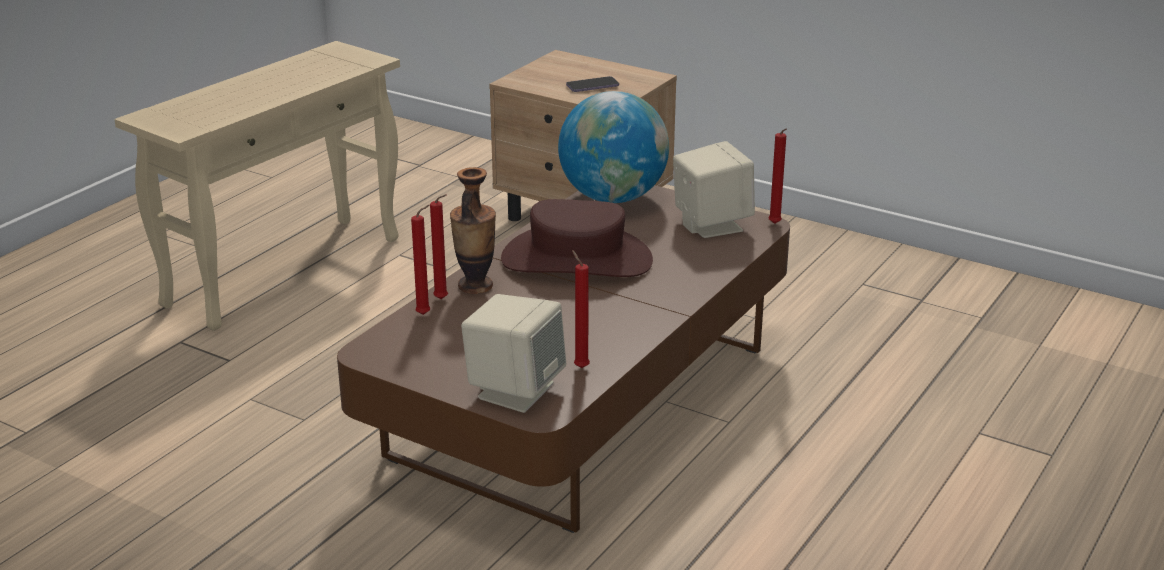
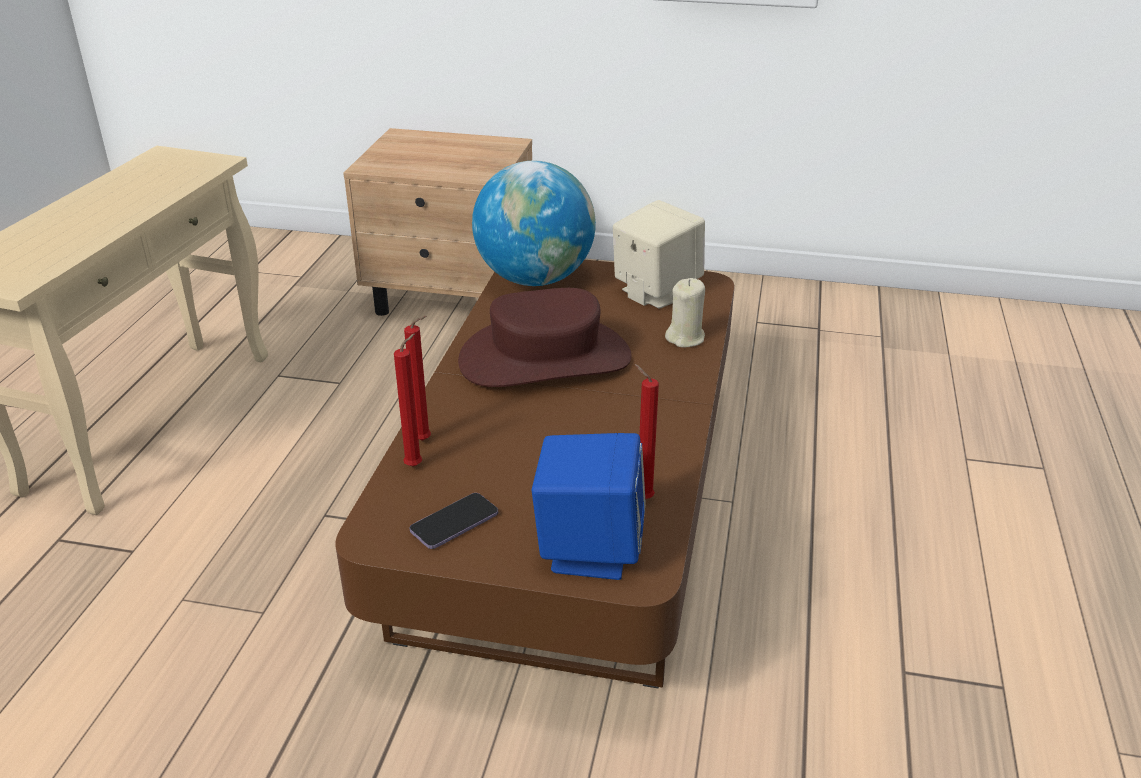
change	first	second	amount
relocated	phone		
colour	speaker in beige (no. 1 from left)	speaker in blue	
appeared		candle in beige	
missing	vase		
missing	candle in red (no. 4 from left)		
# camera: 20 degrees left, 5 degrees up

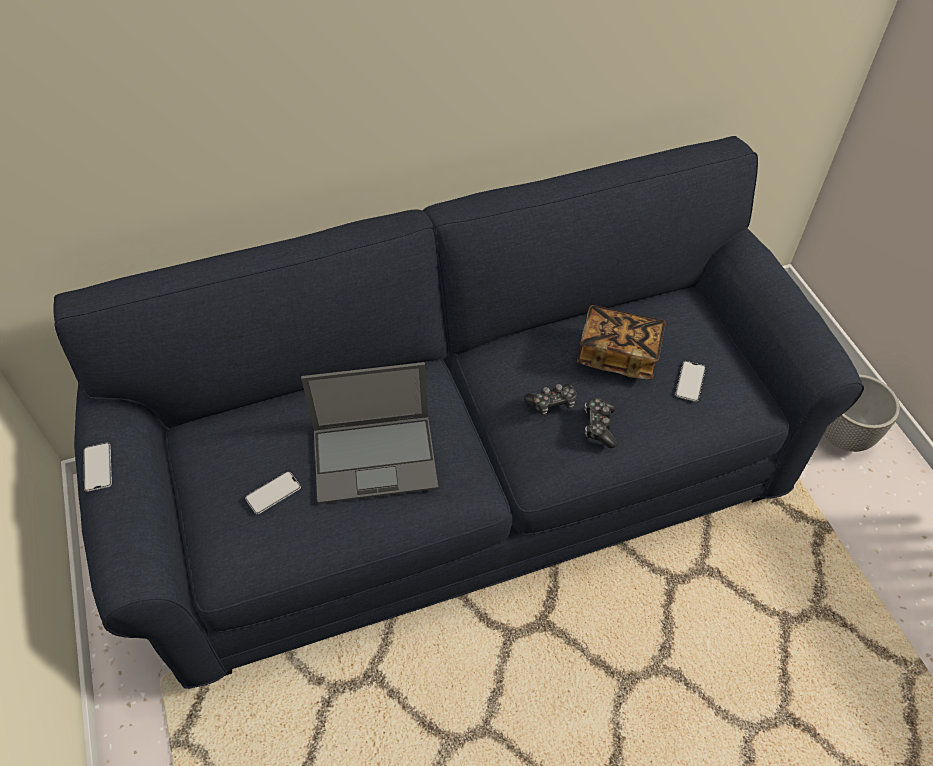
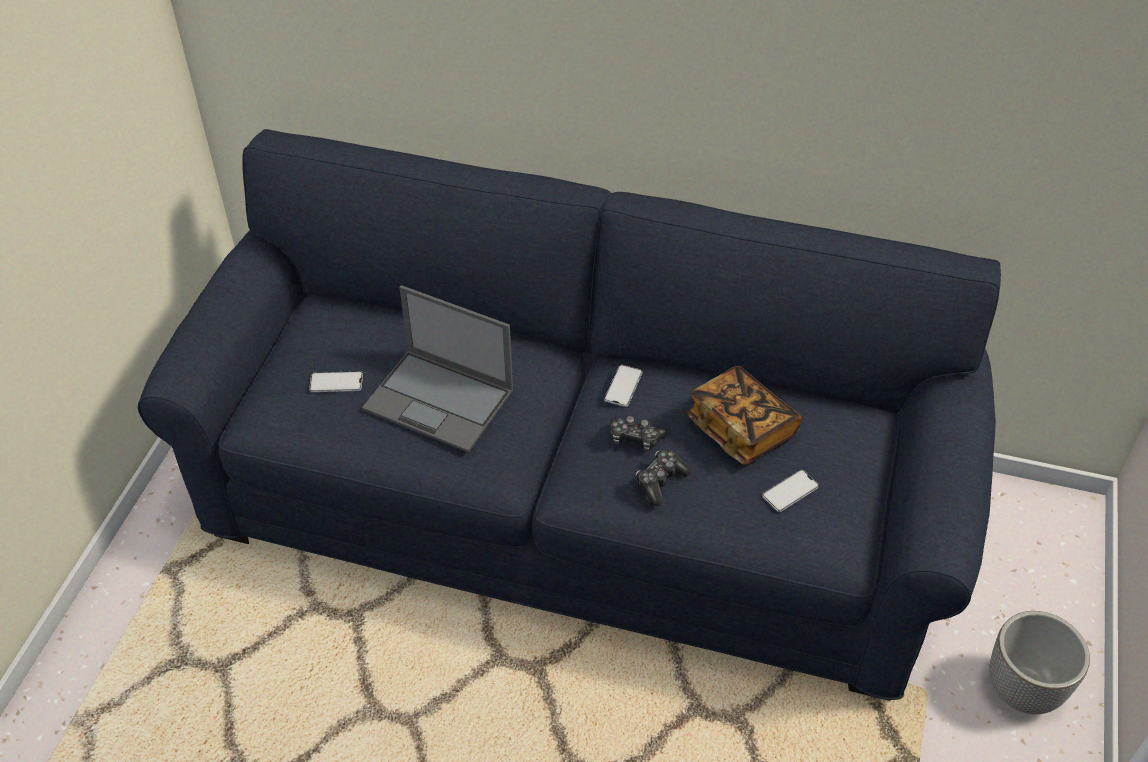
change	first	second	amount
relocated	phone (no. 1 from left in the first image)	phone (no. 2 from left)	
# camera: 35 degrees right, 5 degrees down

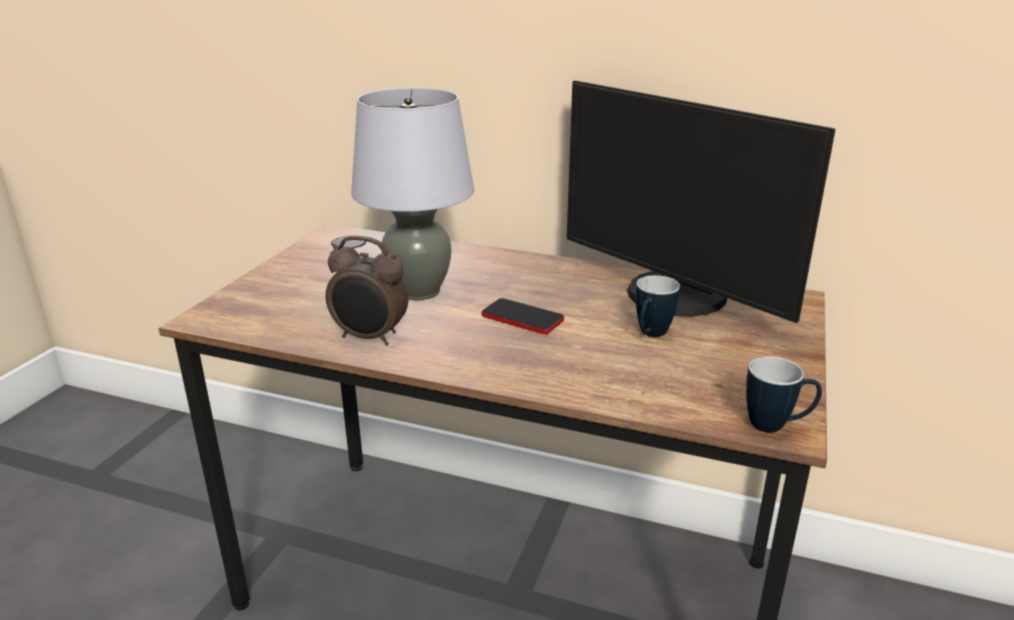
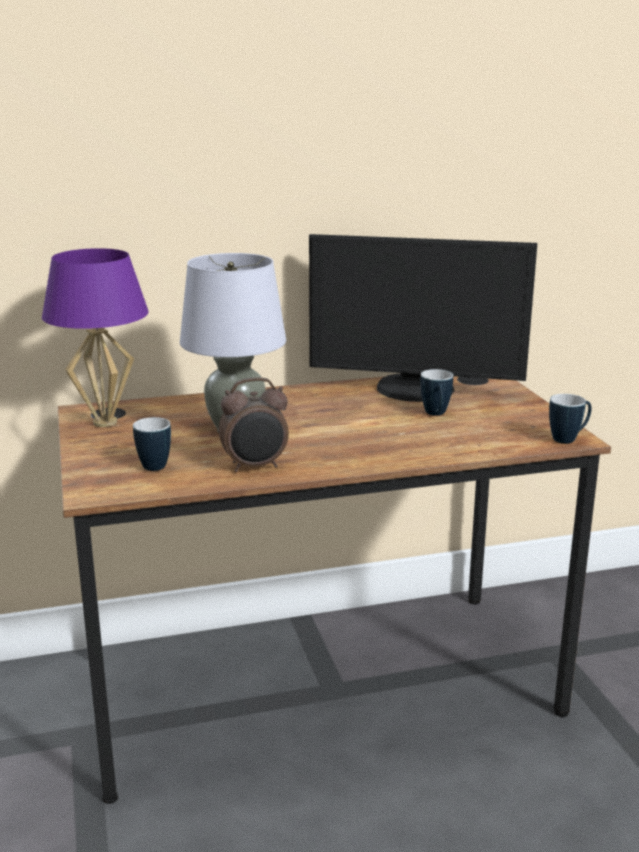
change	first	second	amount
appeared		table lamp in purple	
appeared		mug (no. 1 from left)	
missing	phone		
# camera: 35 degrees left, 5 degrees down

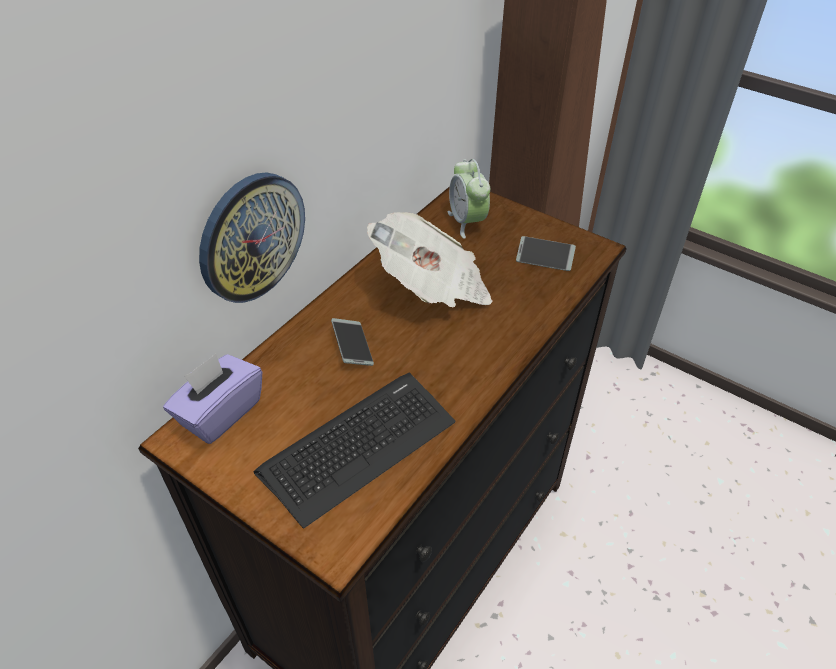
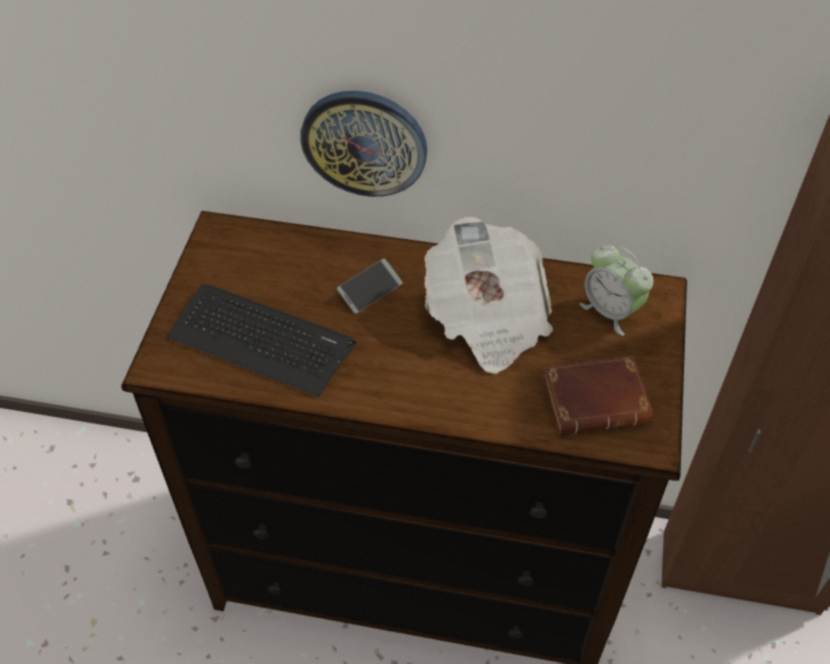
change	first	second	amount
exchanged	phone (no. 2 from left)	book in brown	
spun	alarm clock		90 degrees counterclockwise
missing	tissue box in purple		
# camera: 65 degrees right, 5 degrees up

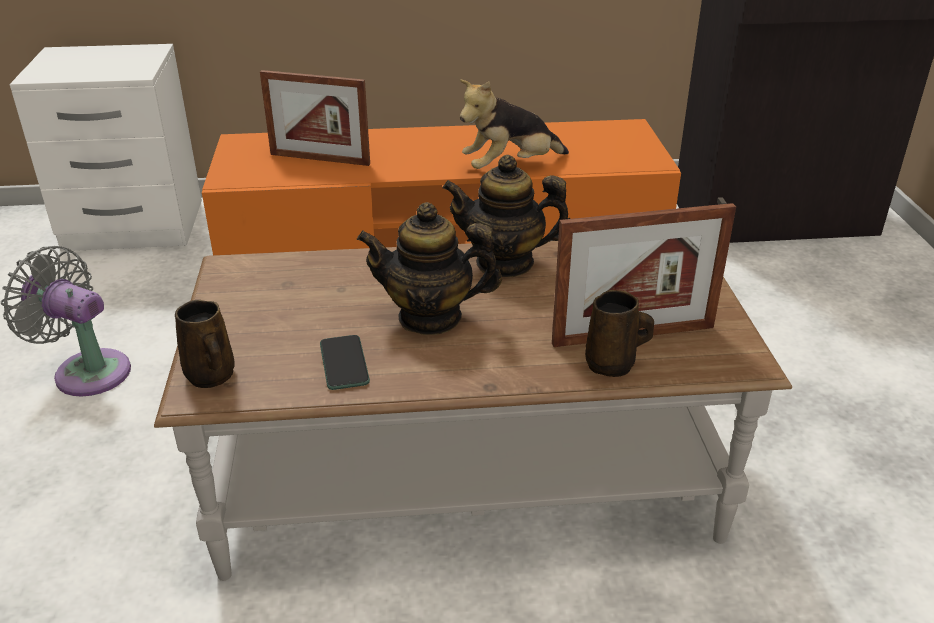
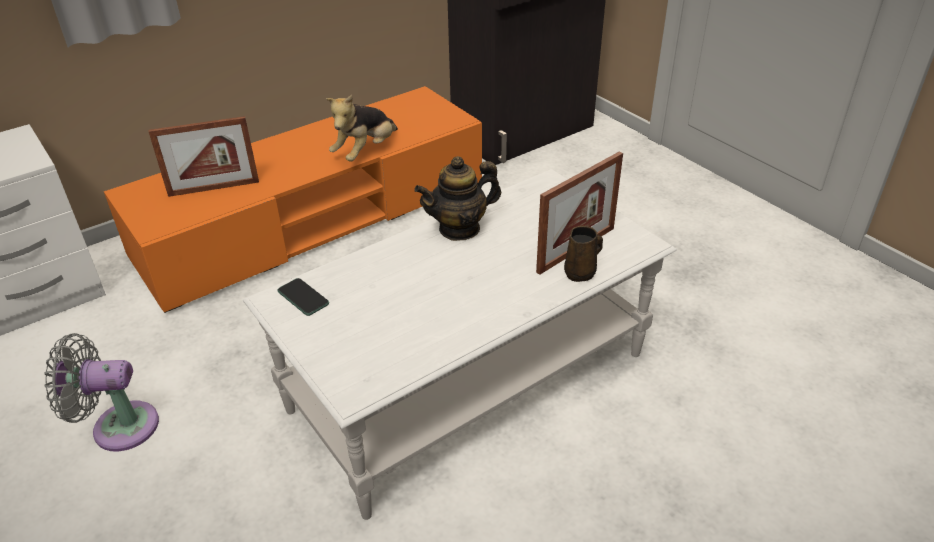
change	first	second	amount
colour	coffee table in brown	coffee table in white	
relocated	phone		
missing	mug in brown (no. 1 from left)		
missing	teapot (no. 1 from left)		
# camera: 30 degrees left, 5 degrees up

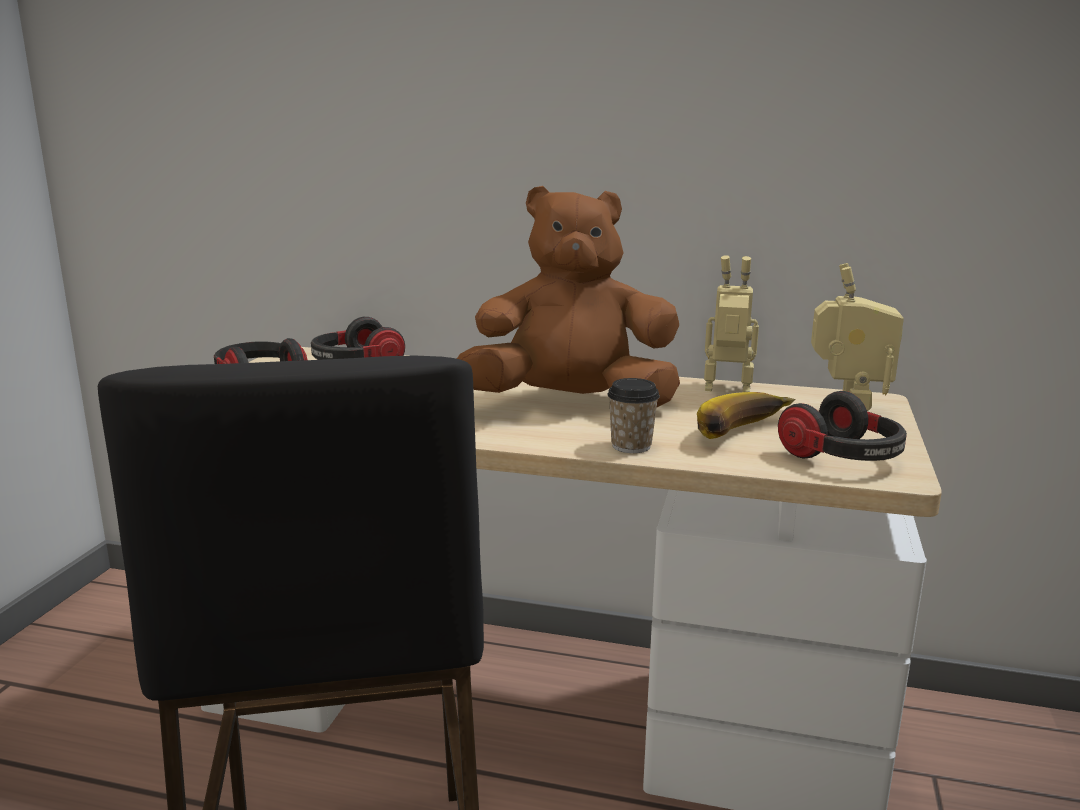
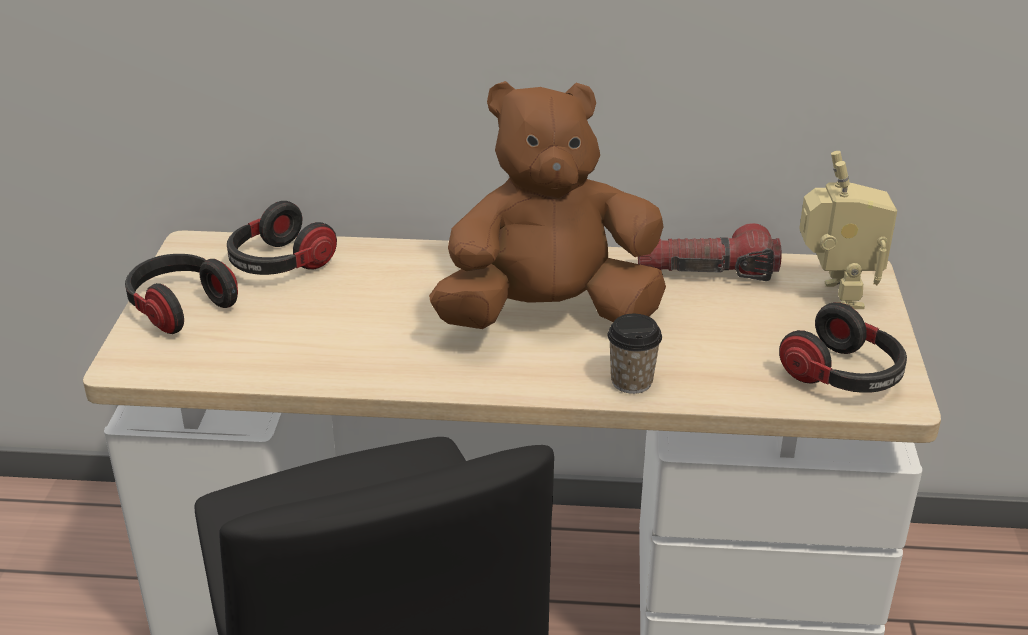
change	first	second	amount
exchanged	toy robot (no. 1 from left)	flashlight	
missing	banana		
# camera: 10 degrees left, 15 degrees up

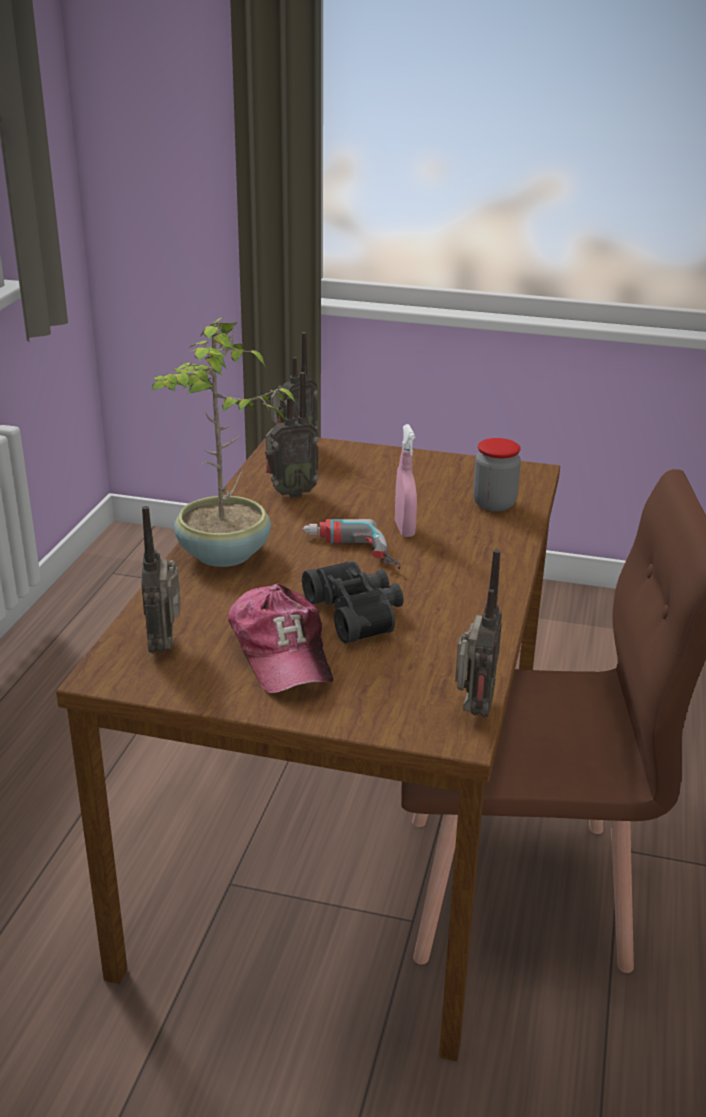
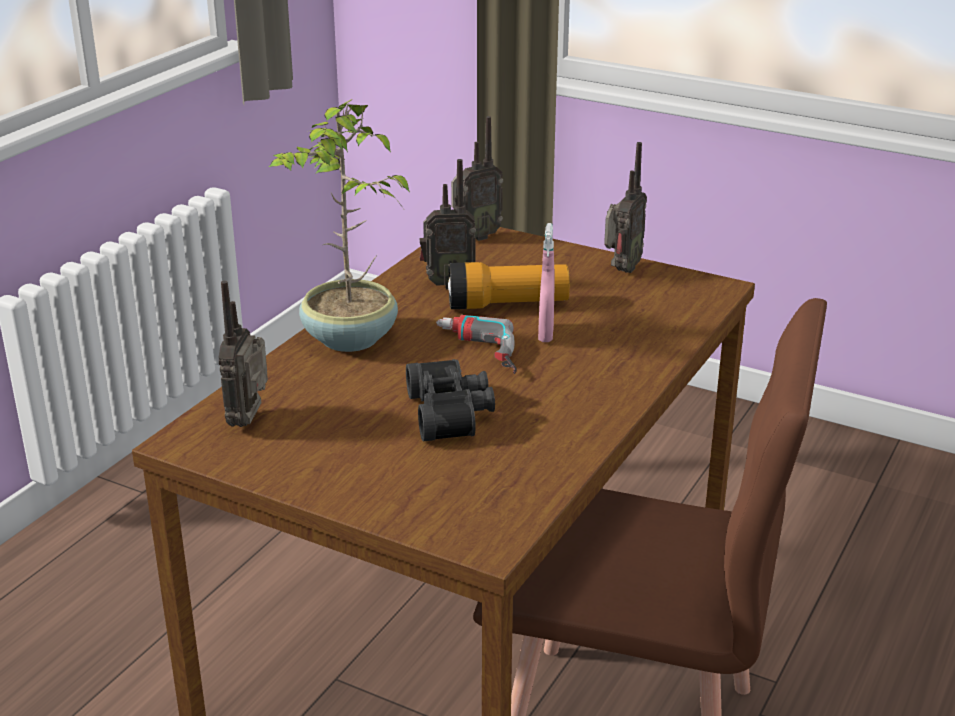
change	first	second	amount
appeared		flashlight	
relocated	radio (no. 4 from left)		
missing	cap		
missing	jar		
# camera: 15 degrees right, 0 degrees up

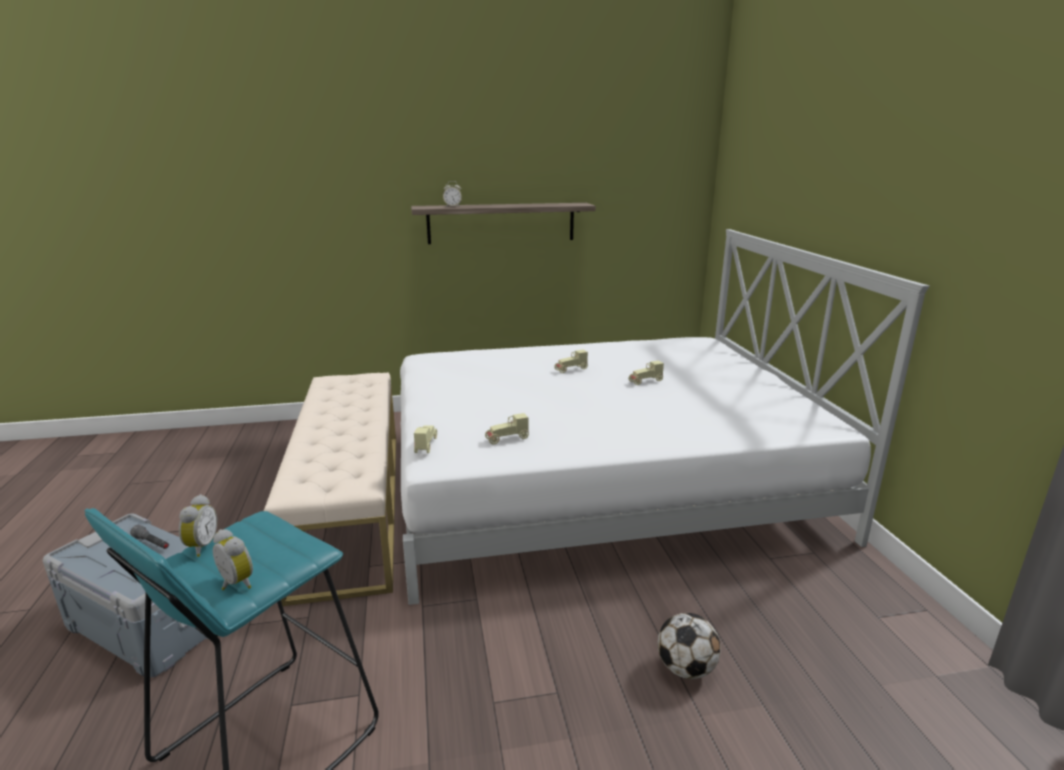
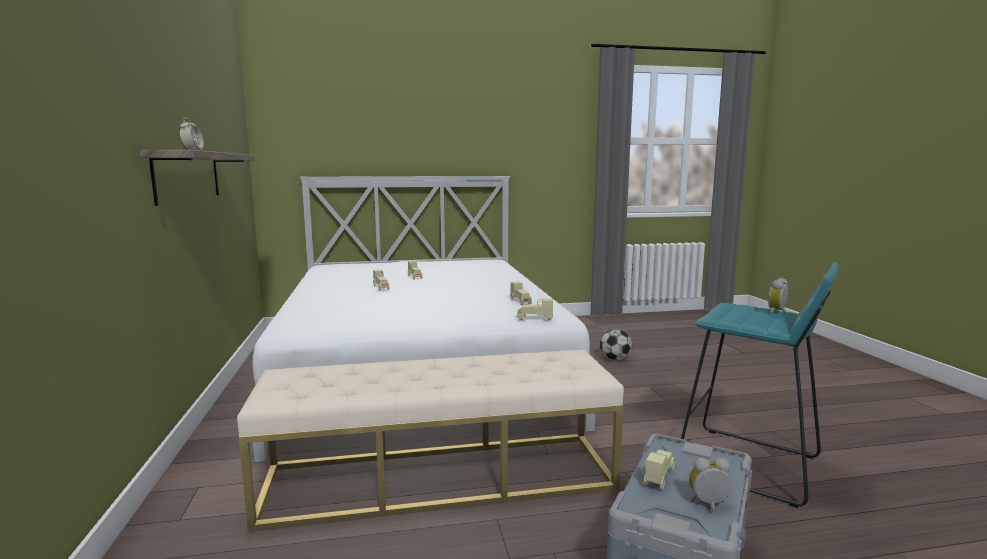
change	first	second	amount
exchanged	flashlight in grey	toy car in beige (no. 5 from left)	
relocated	alarm clock (no. 1 from left in the first image)	alarm clock (no. 2 from left)	
# camera: 90 degrees left, 10 degrees down

